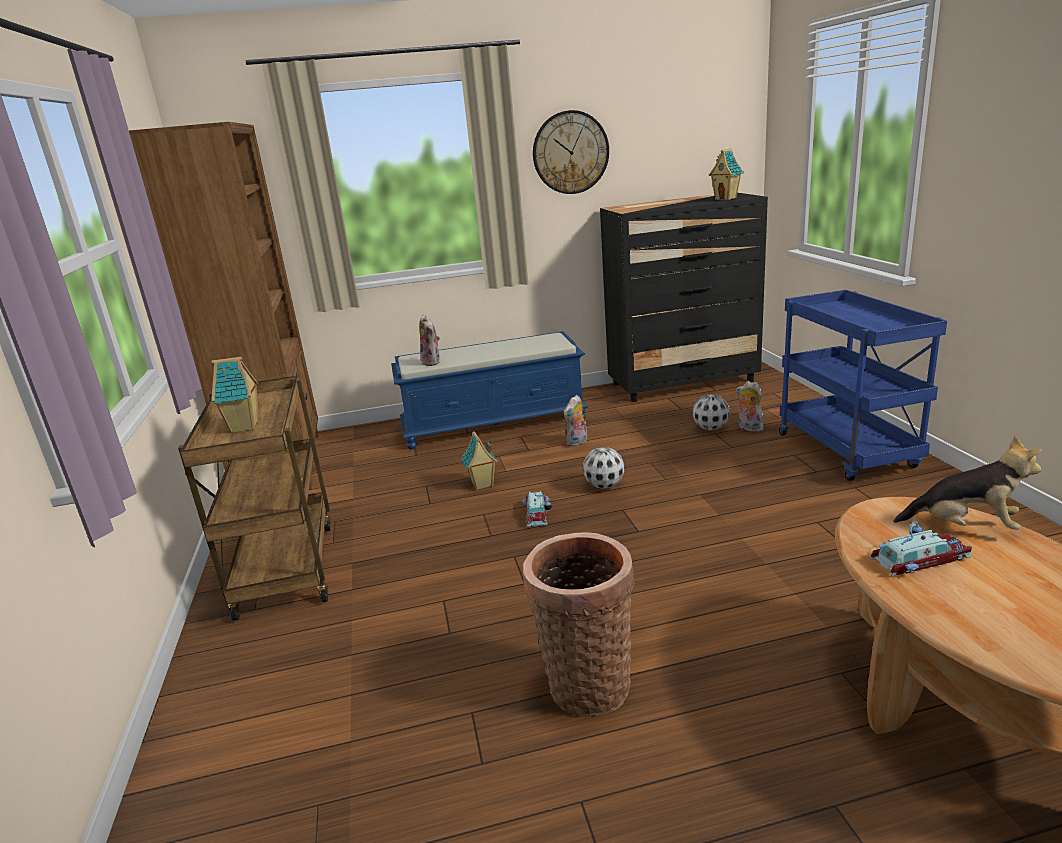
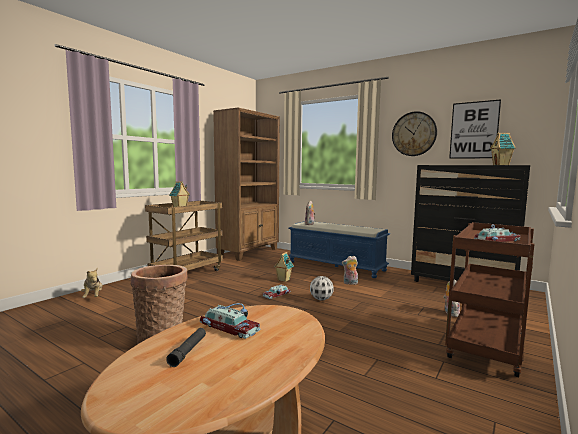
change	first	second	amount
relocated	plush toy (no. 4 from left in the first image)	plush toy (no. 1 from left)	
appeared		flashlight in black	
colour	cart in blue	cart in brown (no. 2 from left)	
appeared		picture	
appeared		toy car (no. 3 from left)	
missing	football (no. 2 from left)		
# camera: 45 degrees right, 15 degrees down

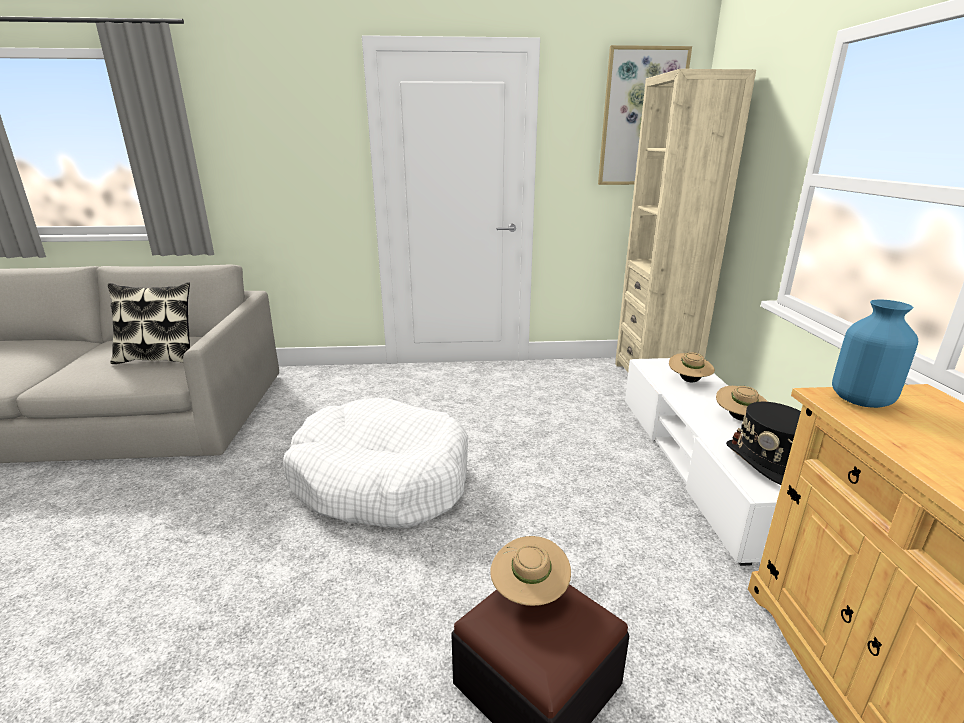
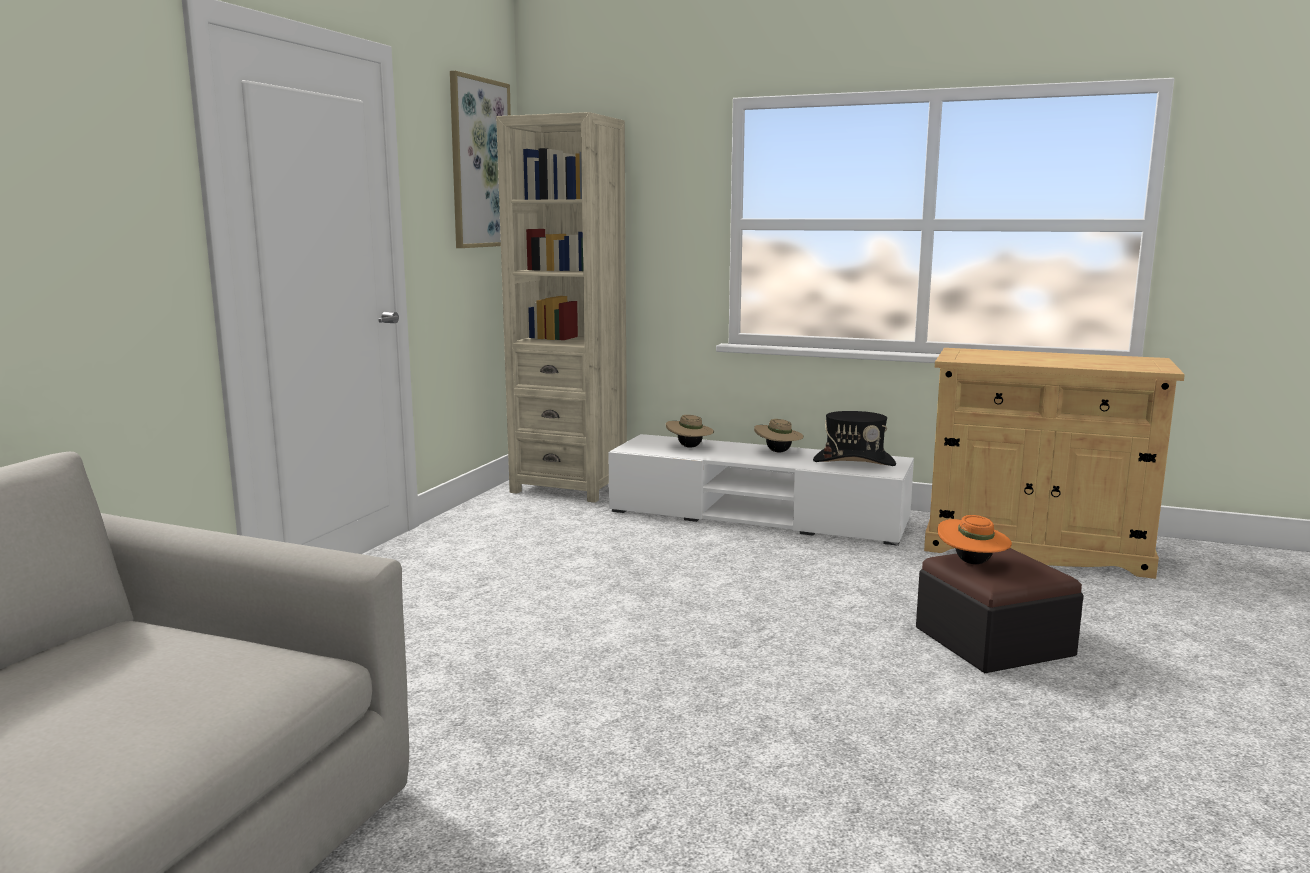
change	first	second	amount
colour	hat in beige (no. 1 from left)	hat in orange	
missing	pillow		
missing	dog bed in white		
missing	vase in blue		
# camera: 65 degrees left, 10 degrees down

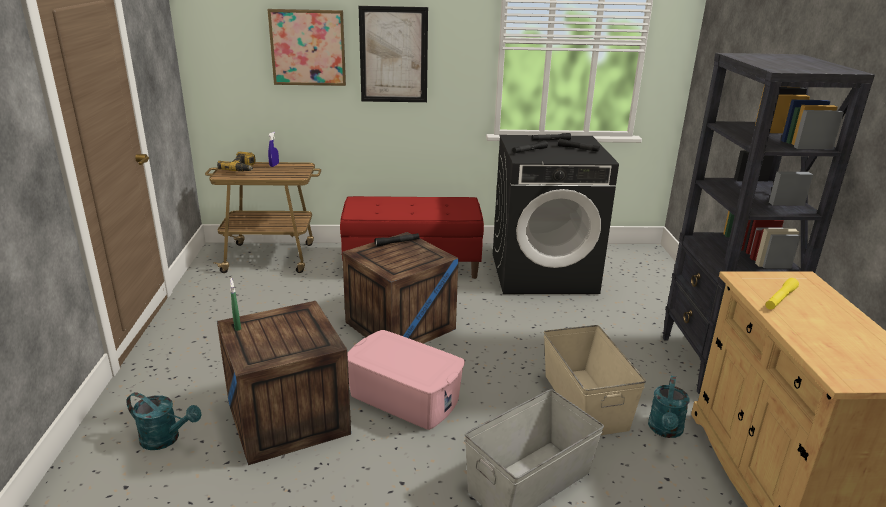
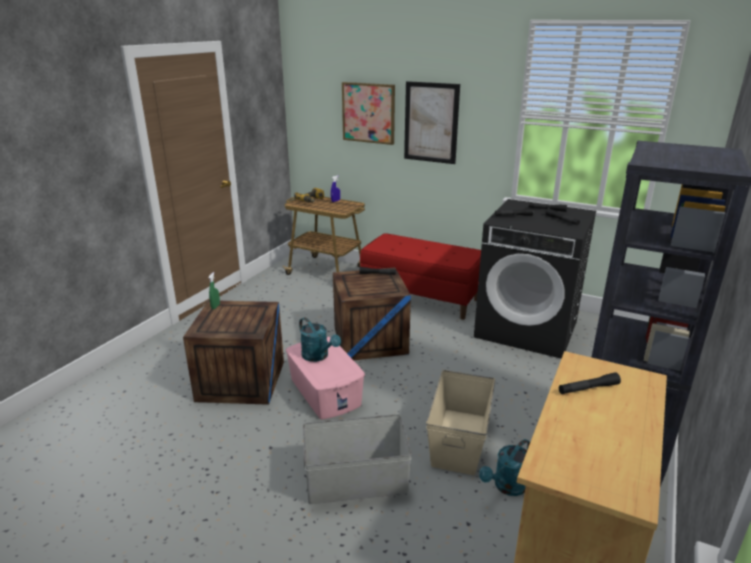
change	first	second	amount
relocated	watering can in turquoise (no. 1 from left)		
colour	flashlight in yellow	flashlight in black (no. 5 from left)	
# camera: 30 degrees right, 0 degrees up

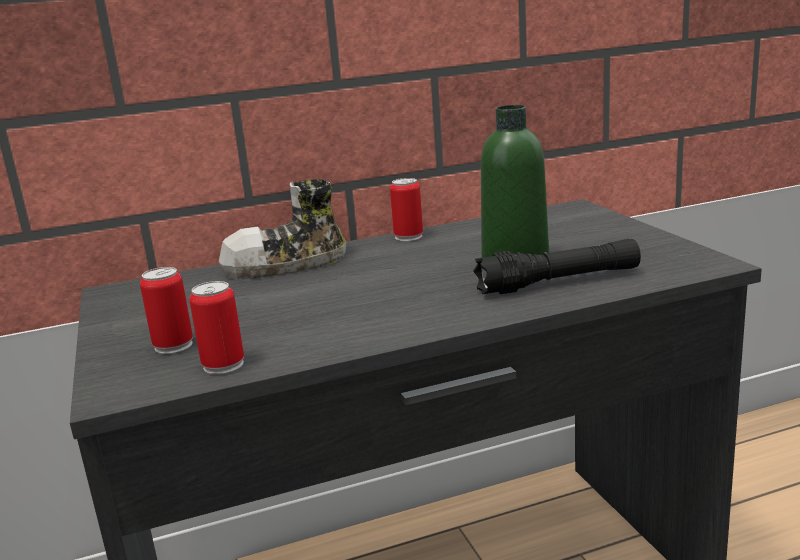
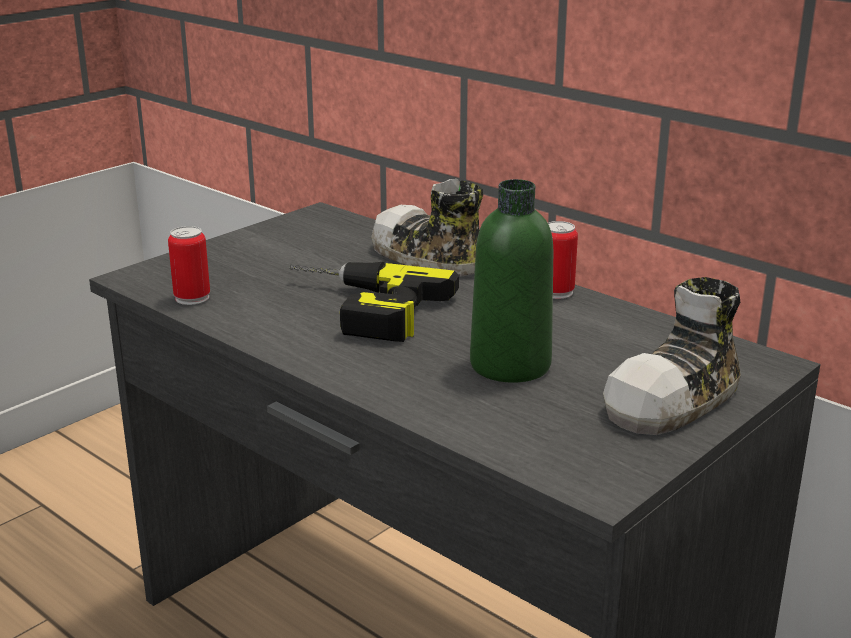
change	first	second	amount
appeared		power drill	
appeared		shoe (no. 2 from left)	
missing	can (no. 1 from left)		
missing	flashlight in black		
# camera: 60 degrees right, 5 degrees up

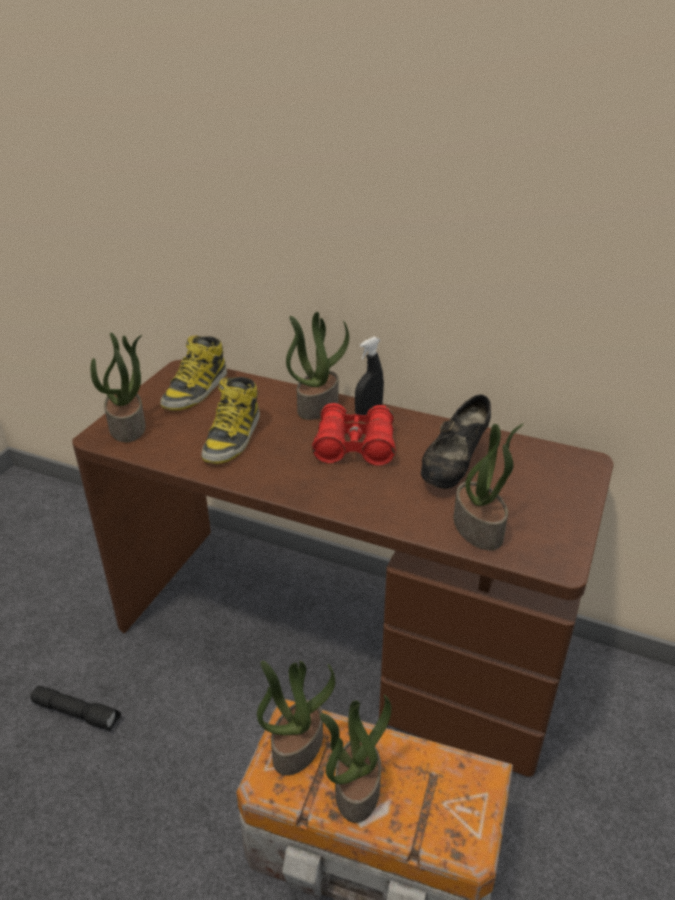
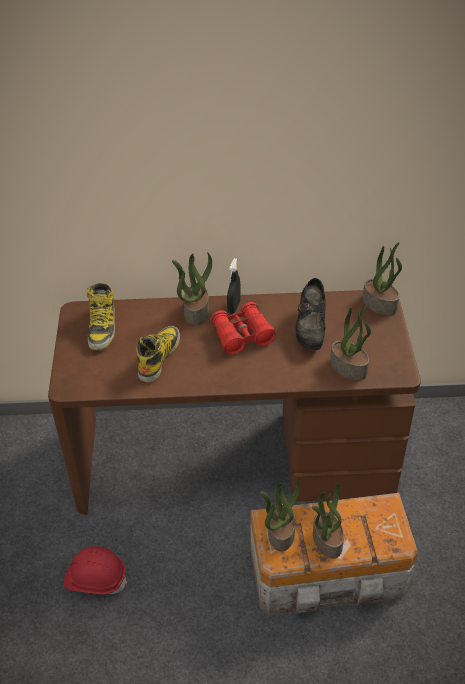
change	first	second	amount
exchanged	flashlight in black	hard hat in red	
spun	boot (no. 2 from left)		150 degrees counterclockwise
relocated	potted plant (no. 1 from left in the first image)	potted plant (no. 5 from left)	
# camera: 25 degrees left, 10 degrees up

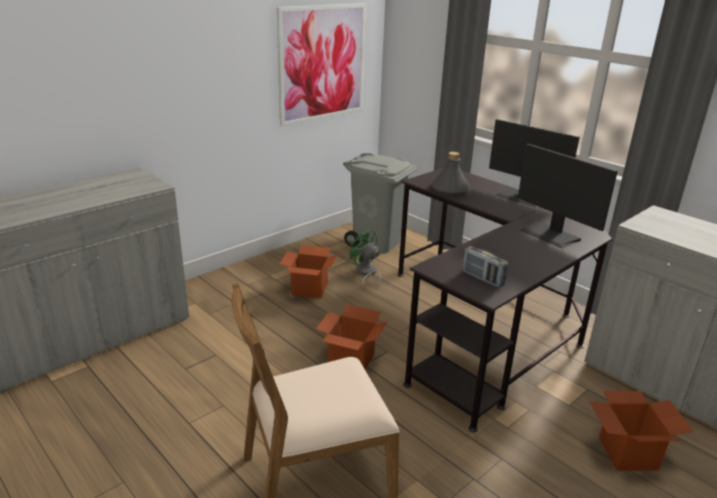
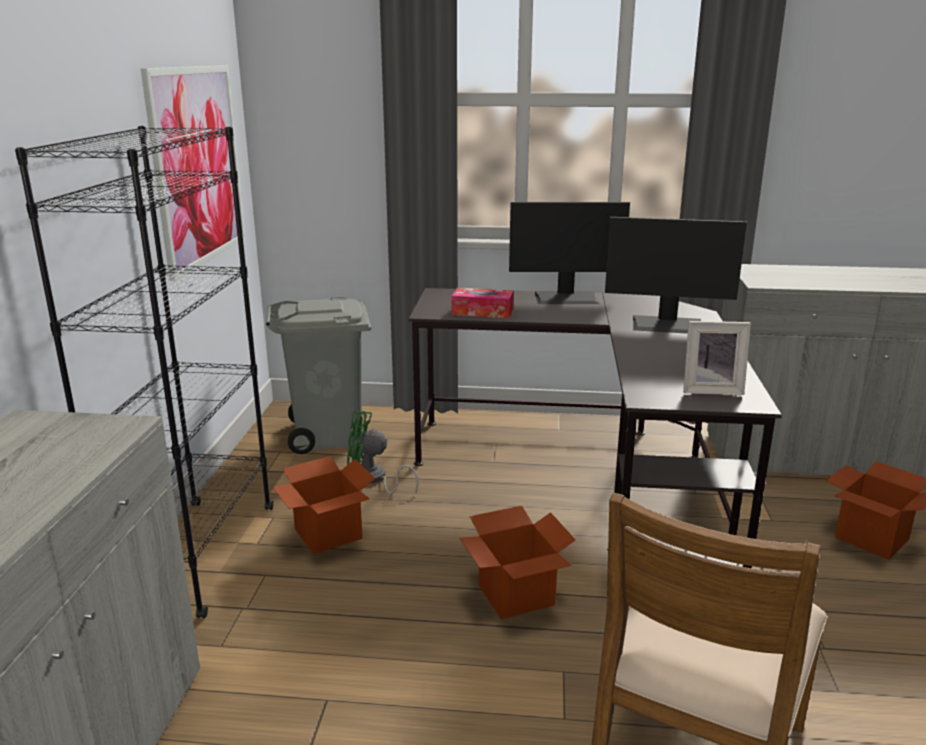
change	first	second	amount
appeared		bookcase in black	
exchanged	bottle in grey	tissue box	
exchanged	radio	picture frame	
# camera: 40 degrees left, 5 degrees down

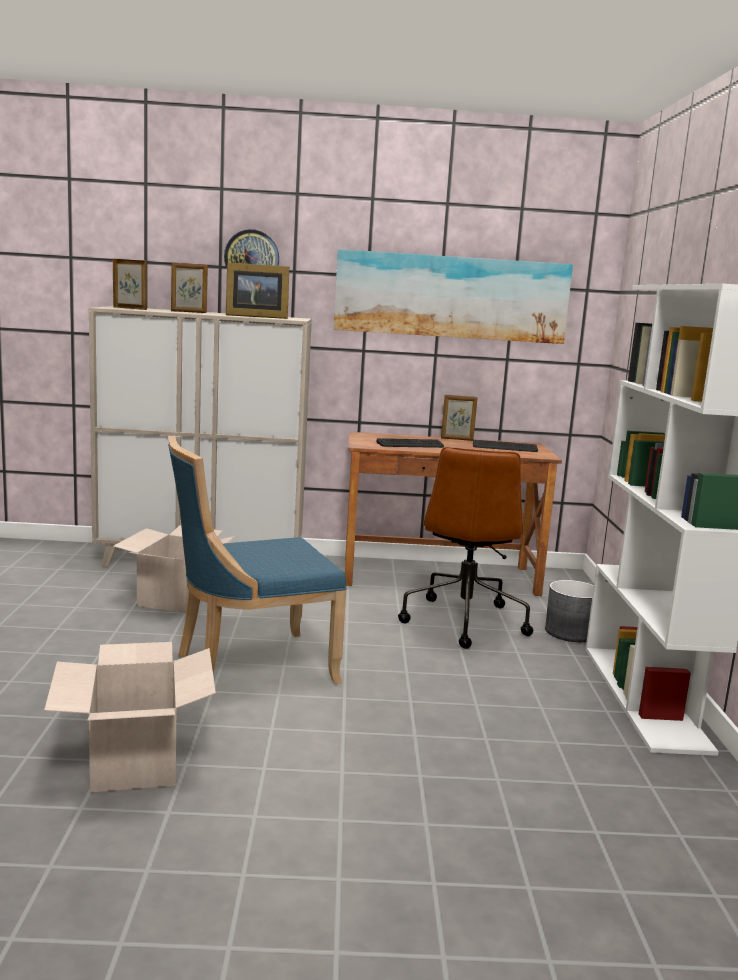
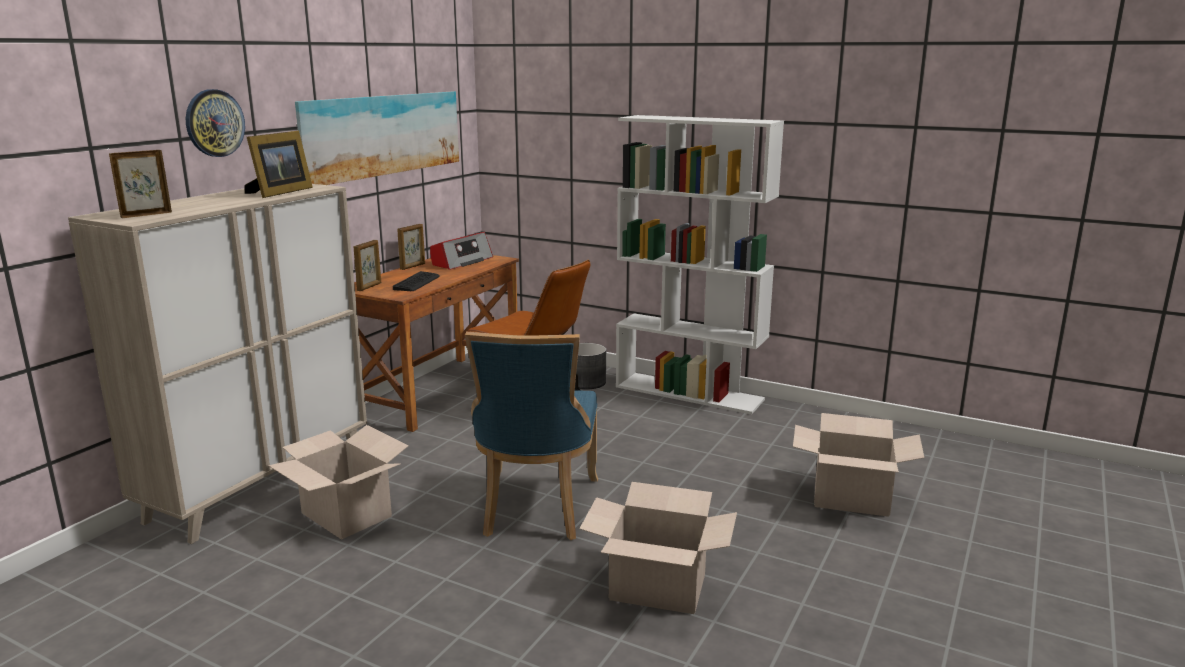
change	first	second	amount
relocated	picture frame (no. 2 from left in the first image)	picture frame (no. 3 from left)	
exchanged	keyboard (no. 2 from left)	radio	
appeared		cardboard box (no. 3 from left)	
# camera: 60 degrees left, 5 degrees up

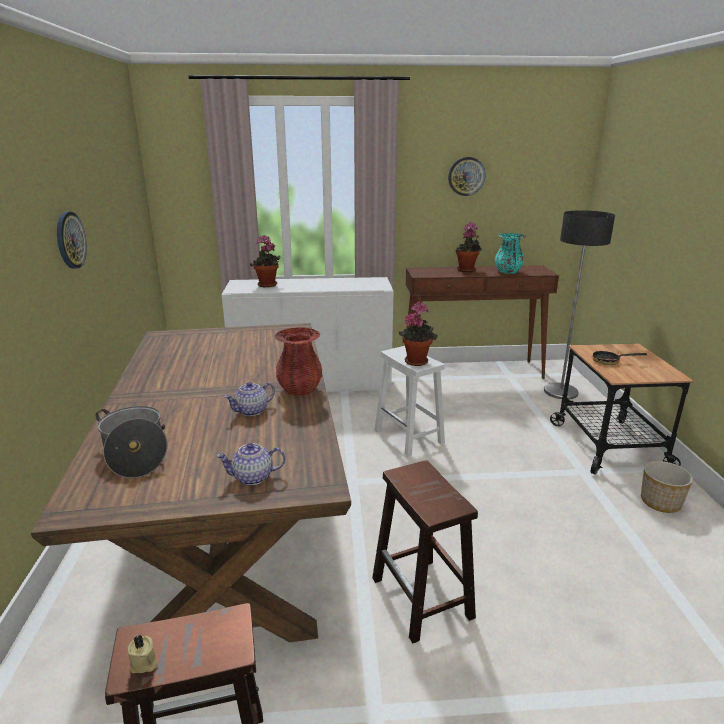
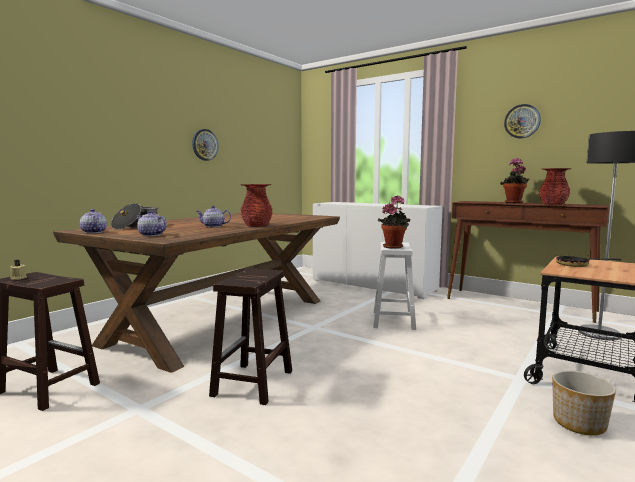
change	first	second	amount
appeared		teapot (no. 1 from left)	
colour	vase in turquoise	vase in red (no. 2 from left)	
missing	potted plant (no. 1 from left)		
# camera: 40 degrees right, 15 degrees down

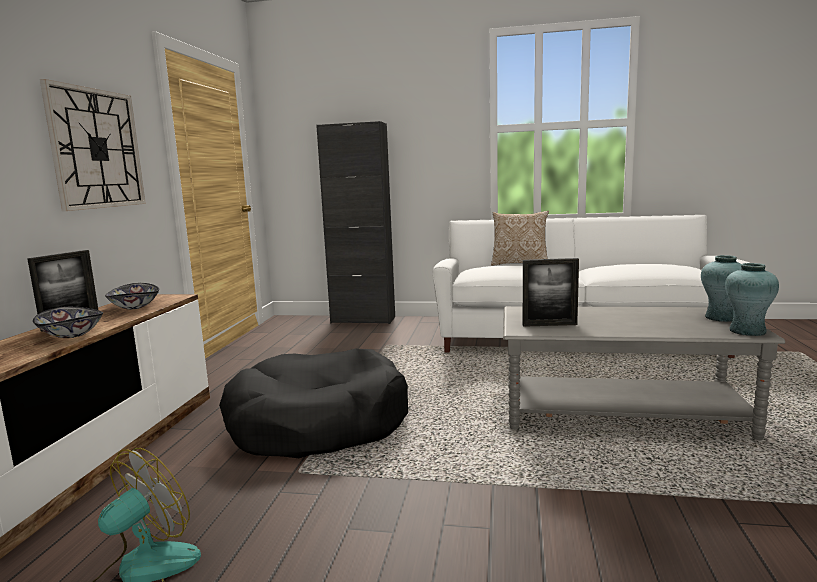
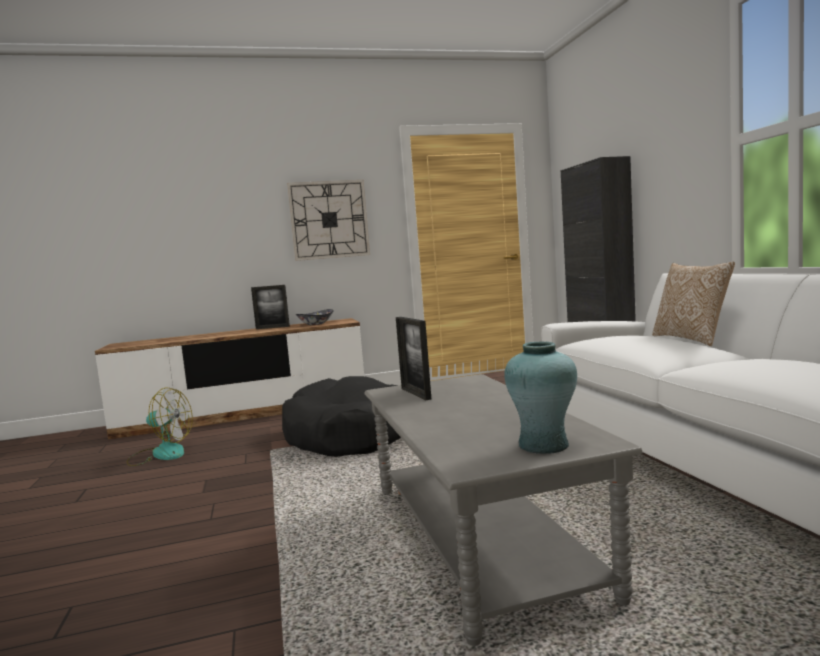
change	first	second	amount
missing	bowl (no. 1 from left)		
missing	vase in turquoise (no. 2 from left)		
# camera: 65 degrees right, 5 degrees down

